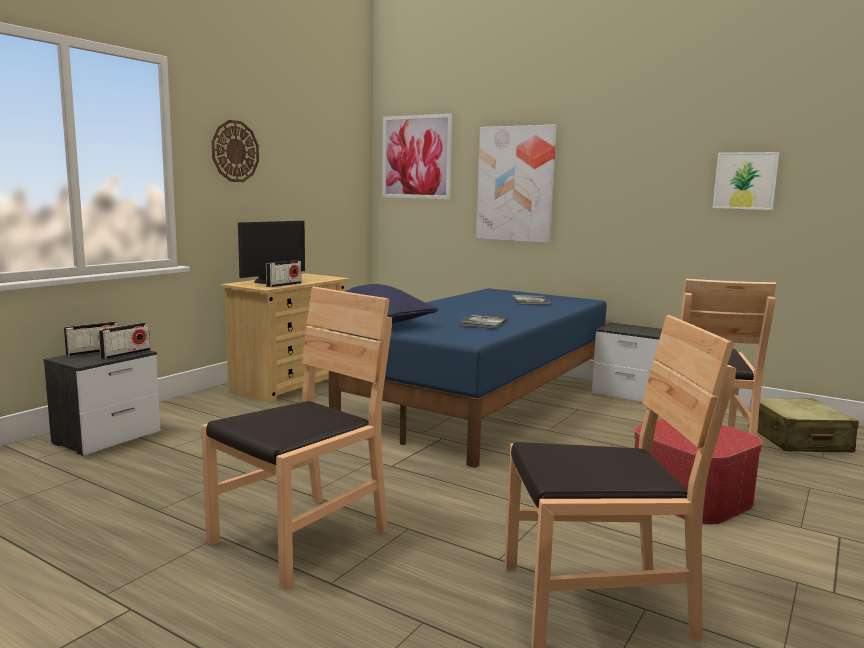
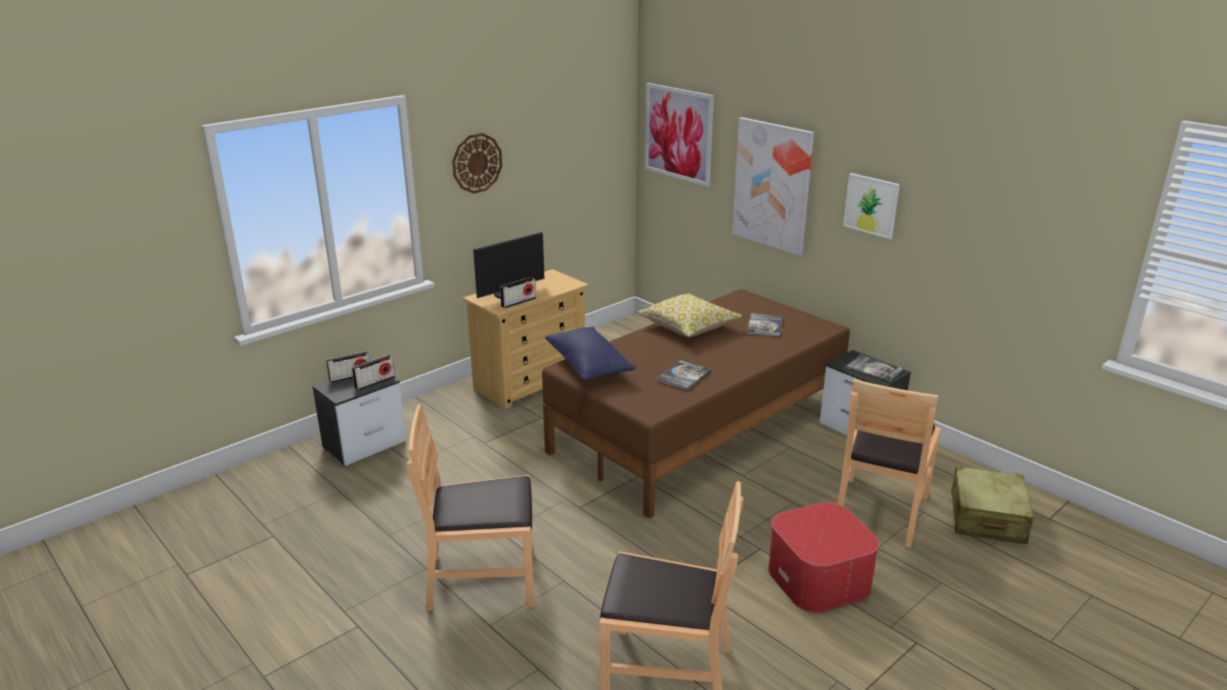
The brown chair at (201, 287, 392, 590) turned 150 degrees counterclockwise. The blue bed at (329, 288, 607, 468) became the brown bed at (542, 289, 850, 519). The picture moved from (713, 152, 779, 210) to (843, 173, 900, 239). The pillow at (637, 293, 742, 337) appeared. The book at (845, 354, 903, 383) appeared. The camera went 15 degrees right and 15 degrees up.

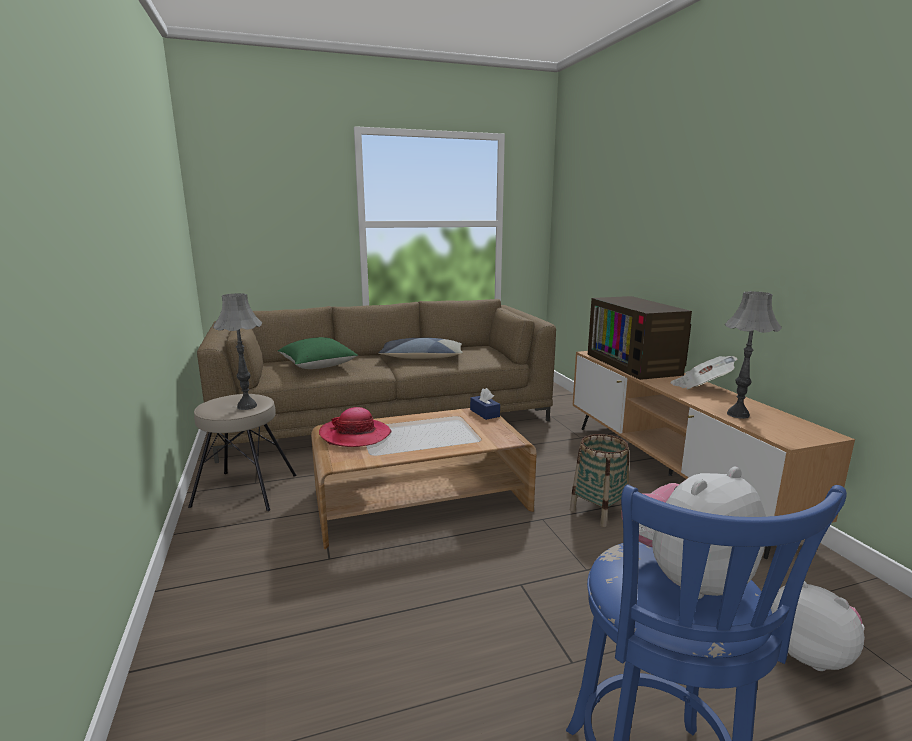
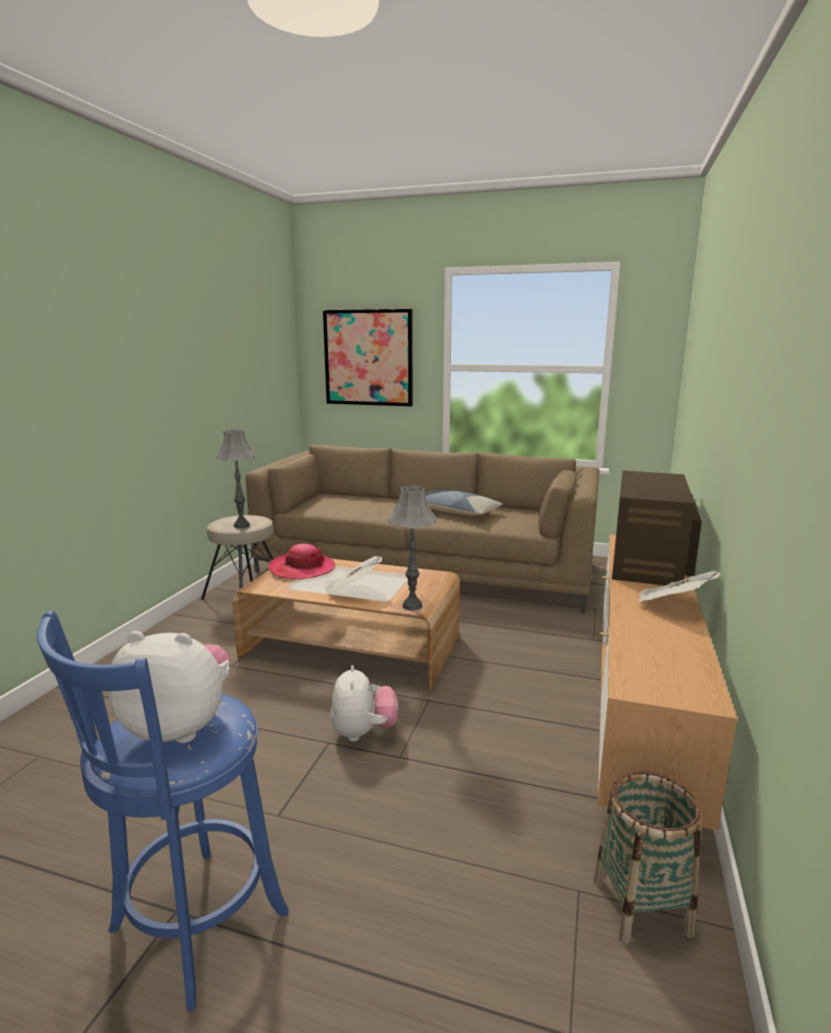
The green pillow at (278, 337, 358, 369) disappeared. The blue tissue box at (470, 388, 500, 420) disappeared. The basket moved from (570, 434, 629, 527) to (593, 771, 701, 944). The grey table lamp moved from (725, 291, 782, 419) to (388, 486, 437, 611). The plush toy moved from (771, 581, 865, 671) to (331, 665, 398, 742). The picture at (323, 309, 413, 406) appeared. The newspaper at (324, 556, 382, 594) appeared. The camera went 35 degrees right and 0 degrees up.

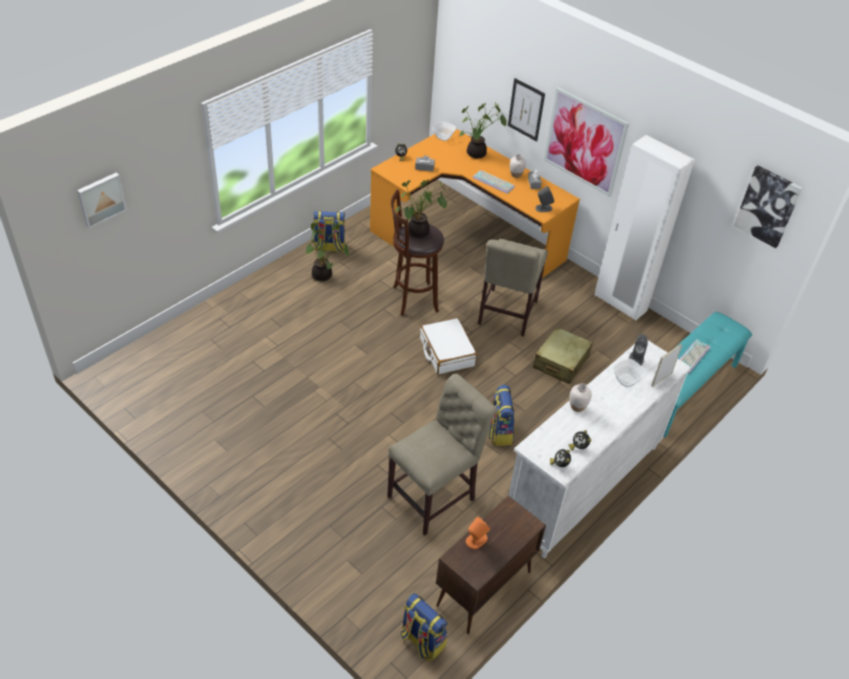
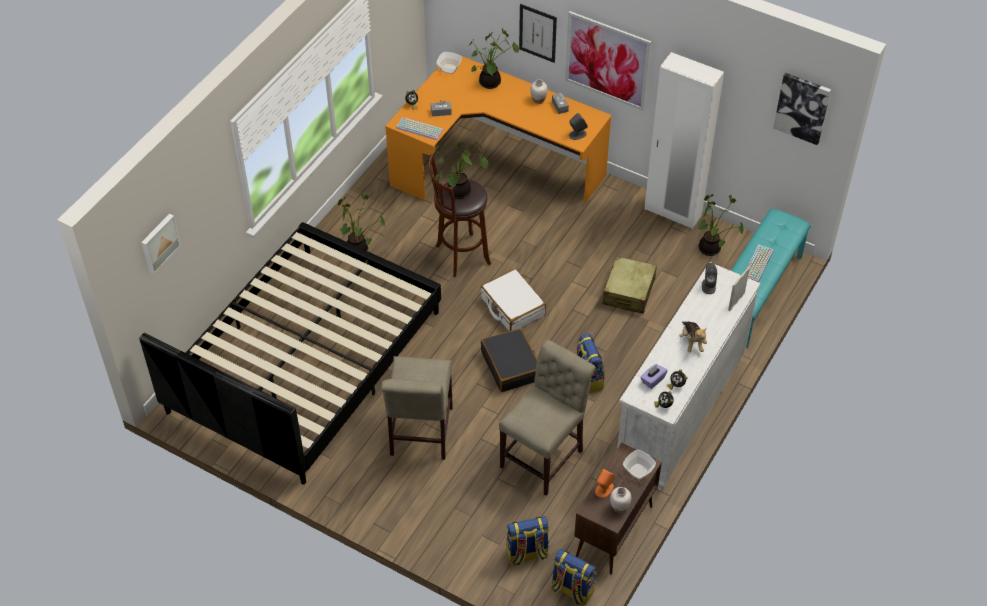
The backpack moved from (313, 211, 345, 252) to (506, 516, 549, 566). The keyboard moved from (473, 170, 515, 194) to (396, 117, 443, 140). The beige chair moved from (478, 238, 548, 337) to (381, 356, 453, 460). The white vase moved from (569, 383, 592, 412) to (610, 487, 631, 513). The bowl moved from (613, 359, 647, 387) to (623, 450, 656, 480). The black bed at (139, 222, 441, 485) appeared. The black suitcase at (481, 328, 538, 392) appeared. The purple tissue box at (640, 364, 667, 389) appeared. The plush toy at (679, 321, 707, 353) appeared. The potted plant at (697, 194, 743, 256) appeared. The camera went 10 degrees left and 5 degrees up.

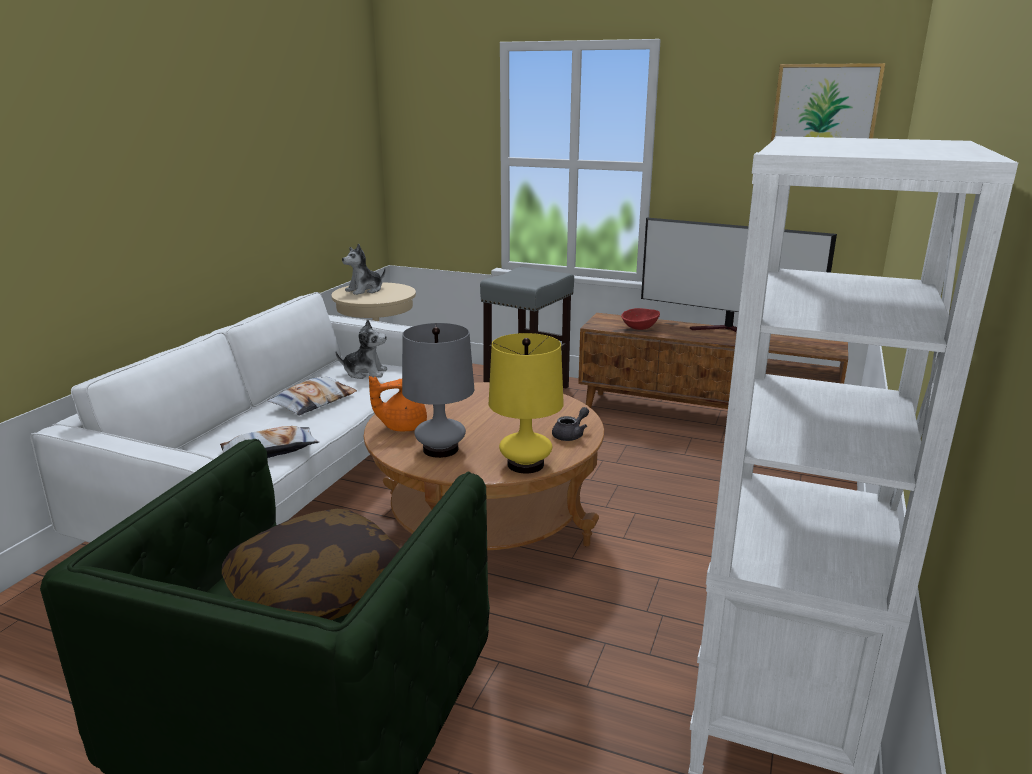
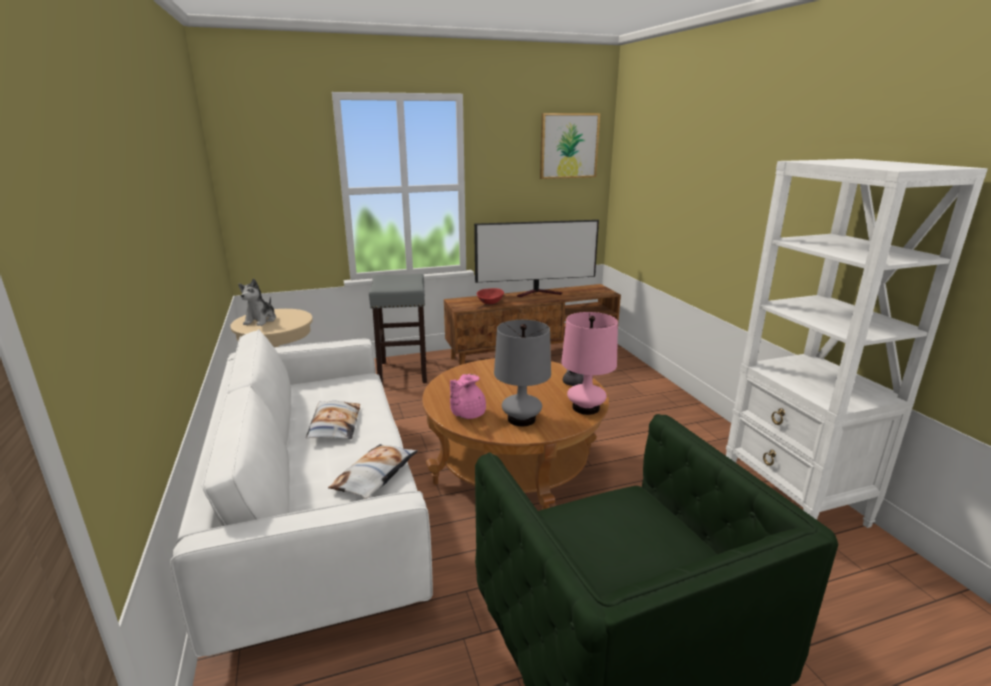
The pillow at (222, 509, 401, 620) disappeared. The plush toy at (336, 319, 387, 379) disappeared. The orange teapot at (369, 376, 427, 431) became the pink teapot at (450, 374, 486, 419). The yellow table lamp at (489, 333, 564, 473) became the pink table lamp at (561, 312, 618, 415). The camera went 40 degrees left and 0 degrees up.

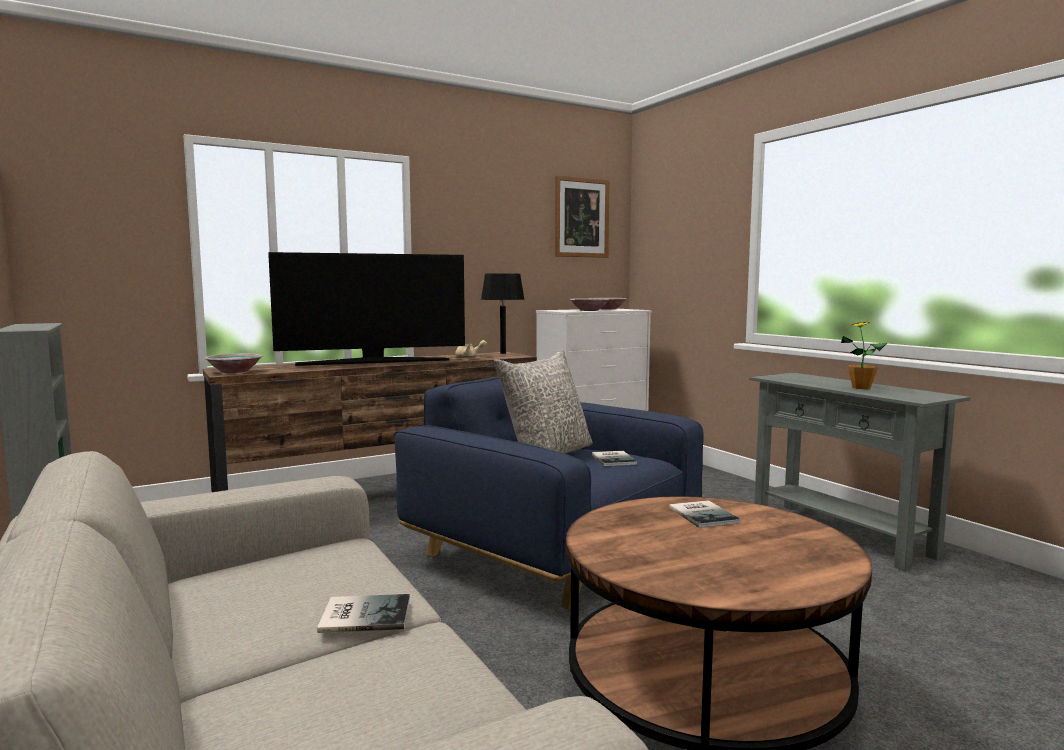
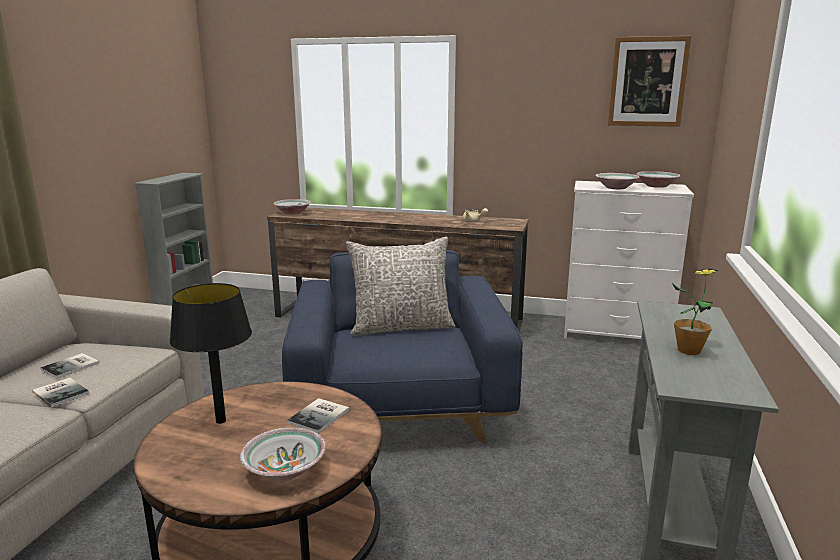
The television at (268, 252, 465, 366) disappeared. The black table lamp moved from (481, 273, 525, 354) to (170, 283, 252, 424). The book moved from (592, 451, 637, 466) to (40, 353, 99, 379). The bowl at (240, 427, 326, 481) appeared. The camera went 45 degrees right and 10 degrees up.

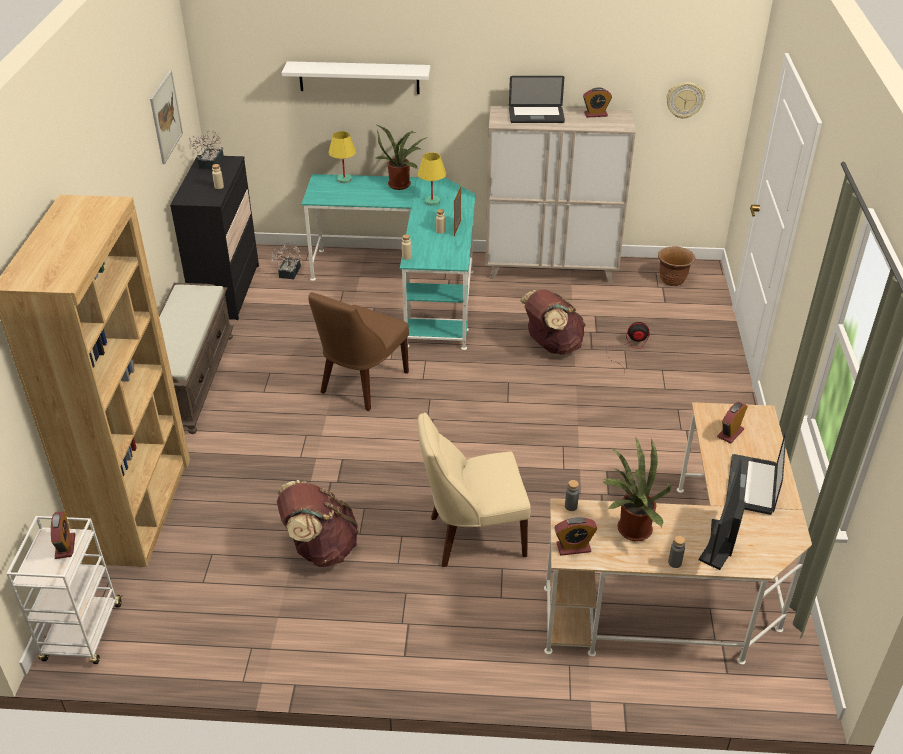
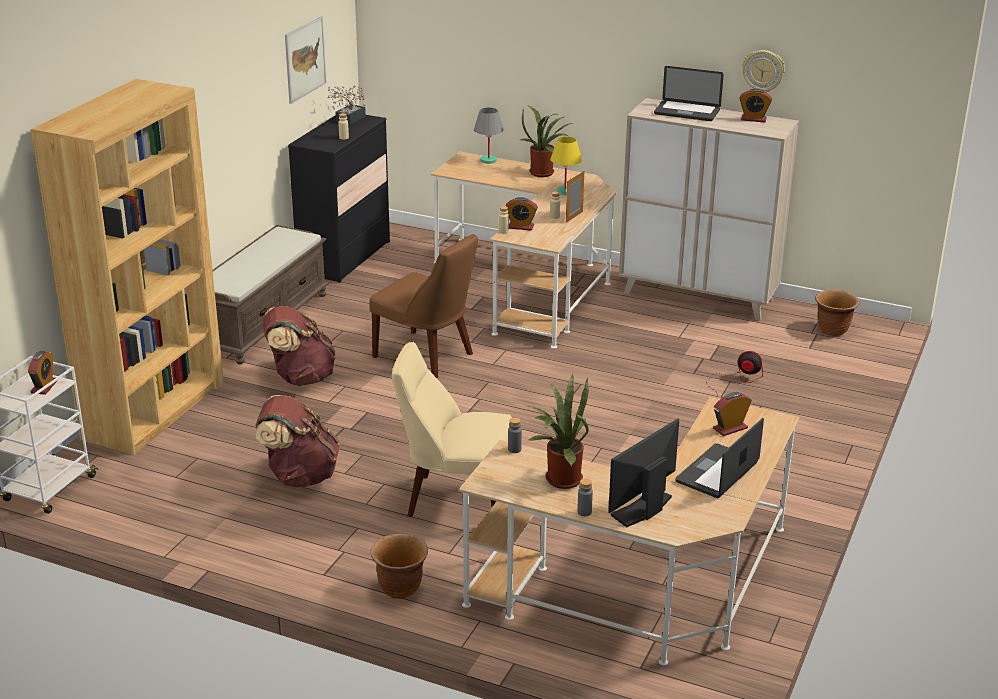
The potted plant at (271, 242, 301, 279) disappeared. The white shelf at (282, 61, 430, 94) disappeared. The turquoise desk at (302, 174, 475, 350) became the beige desk at (431, 152, 617, 349). The brown chair at (308, 292, 409, 411) turned 105 degrees counterclockwise. The yellow table lamp at (328, 131, 356, 183) became the grey table lamp at (474, 108, 504, 164). The brown backpack moved from (519, 289, 586, 355) to (262, 306, 336, 386). The alarm clock moved from (554, 517, 597, 556) to (505, 197, 538, 231). The wall clock moved from (666, 82, 705, 119) to (742, 50, 785, 92). The brown planter at (370, 534, 428, 599) appeared. The camera went 20 degrees right and 10 degrees down.

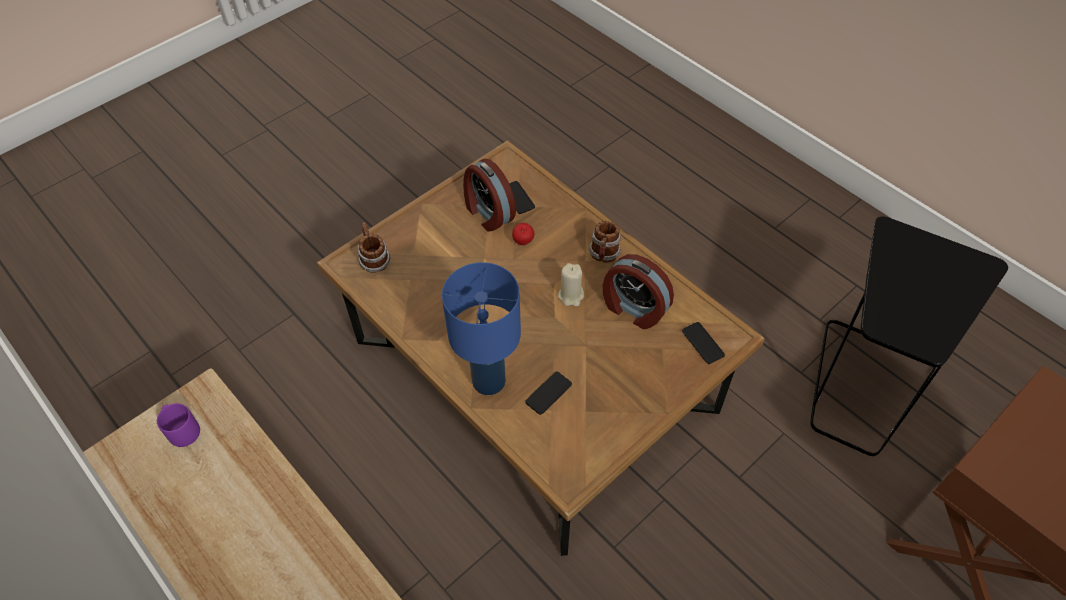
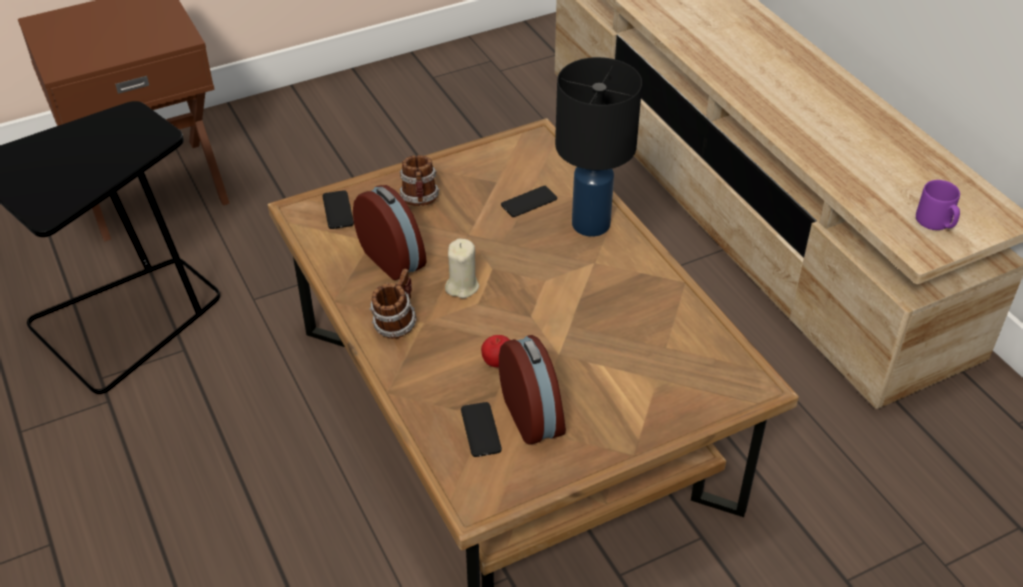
The mug moved from (358, 222, 391, 273) to (400, 155, 440, 206). The blue table lamp at (442, 262, 521, 395) became the black table lamp at (555, 57, 642, 237). The camera went 165 degrees left and 10 degrees down.

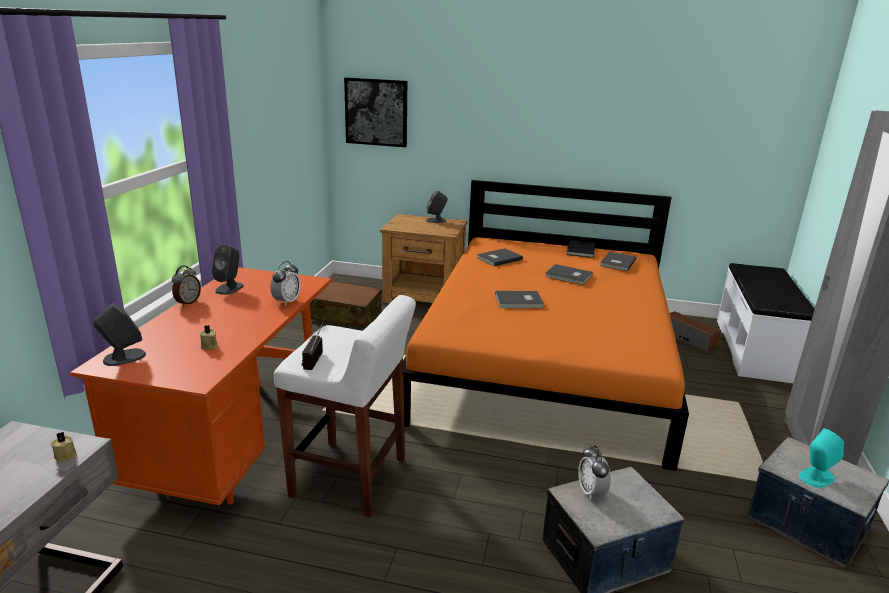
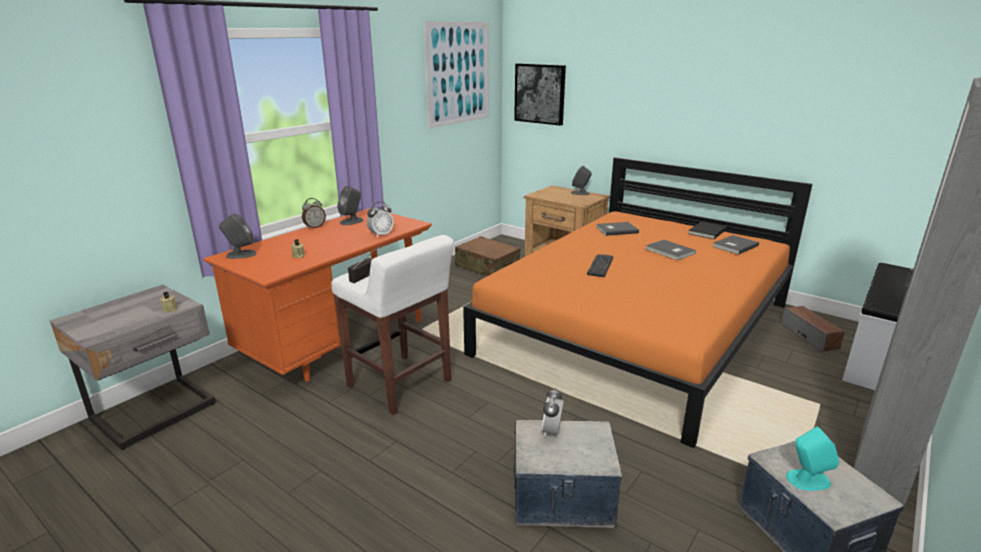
The grey book at (495, 291, 544, 308) was replaced by the keyboard at (587, 254, 613, 277). The picture at (424, 21, 489, 128) appeared. The camera went 25 degrees right and 0 degrees up.

